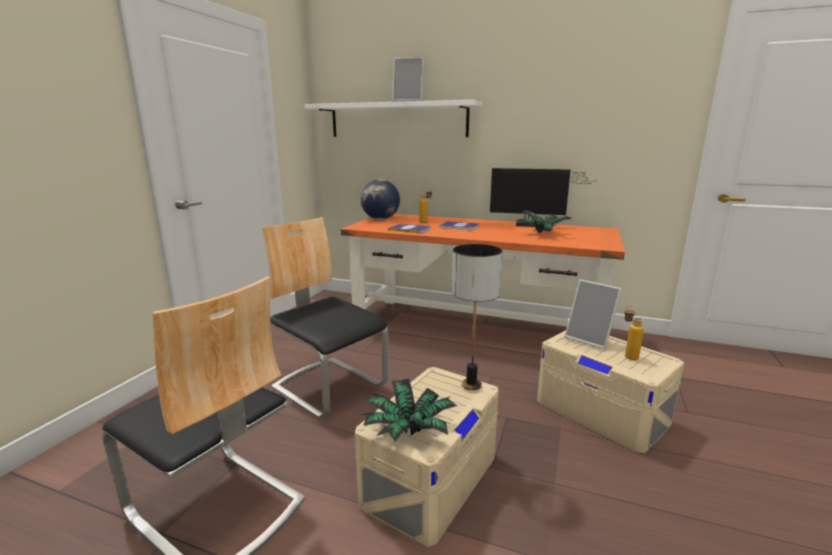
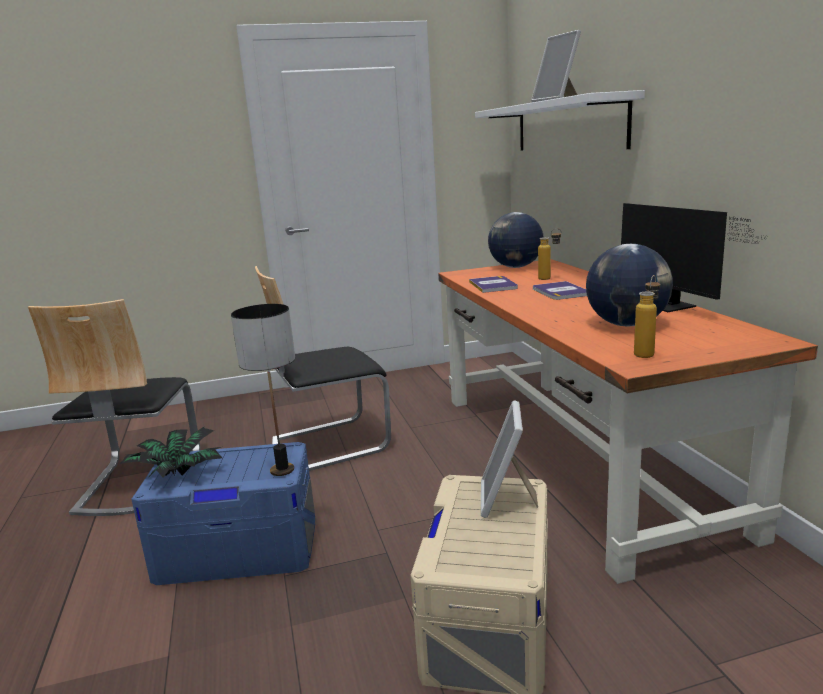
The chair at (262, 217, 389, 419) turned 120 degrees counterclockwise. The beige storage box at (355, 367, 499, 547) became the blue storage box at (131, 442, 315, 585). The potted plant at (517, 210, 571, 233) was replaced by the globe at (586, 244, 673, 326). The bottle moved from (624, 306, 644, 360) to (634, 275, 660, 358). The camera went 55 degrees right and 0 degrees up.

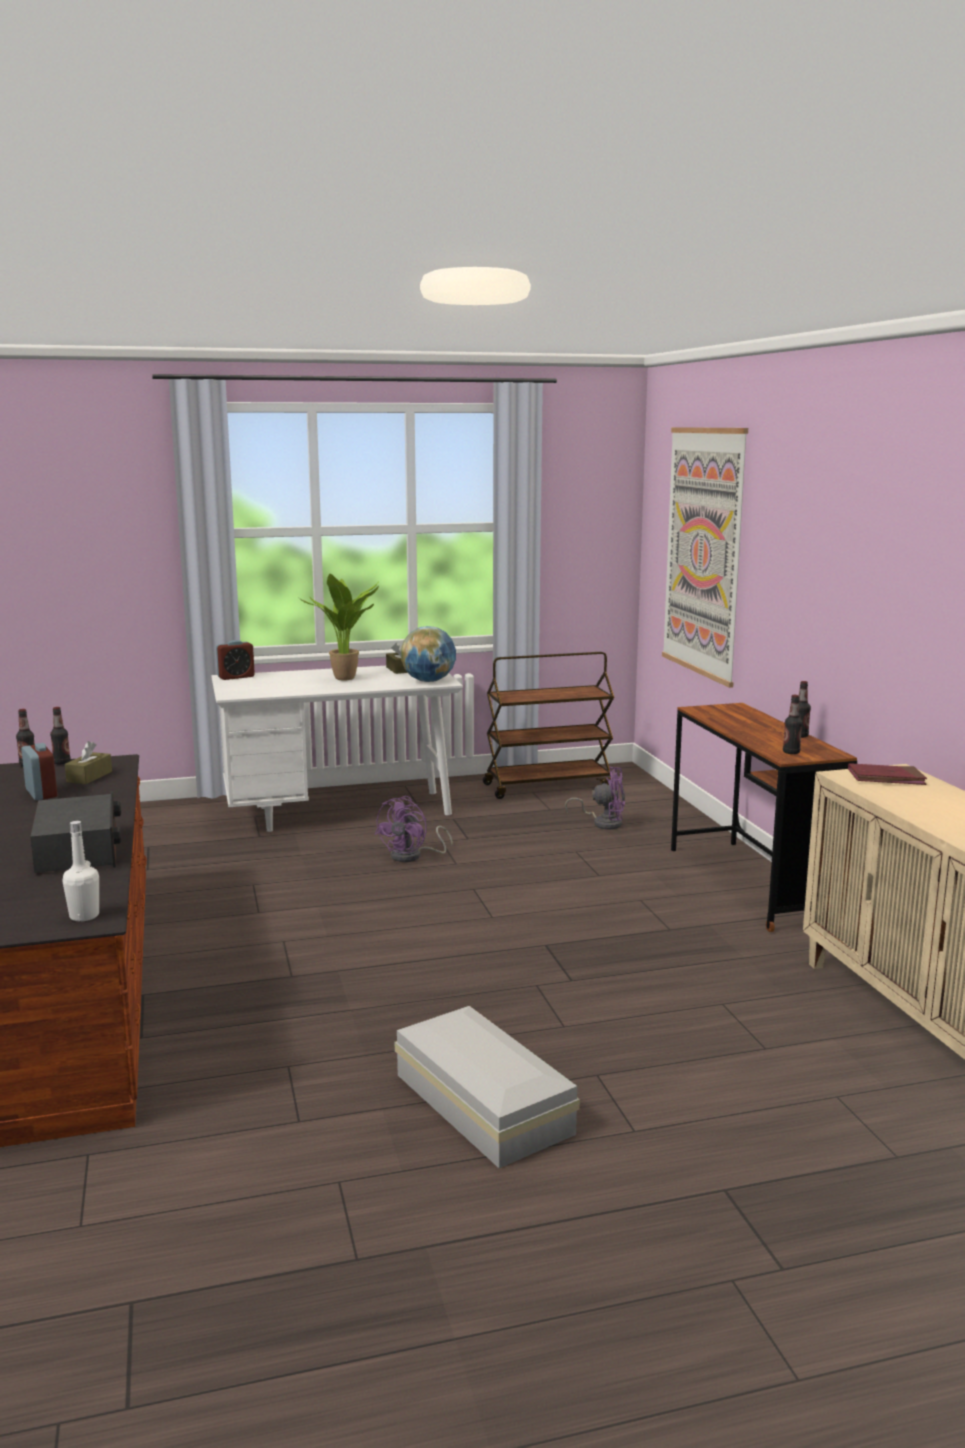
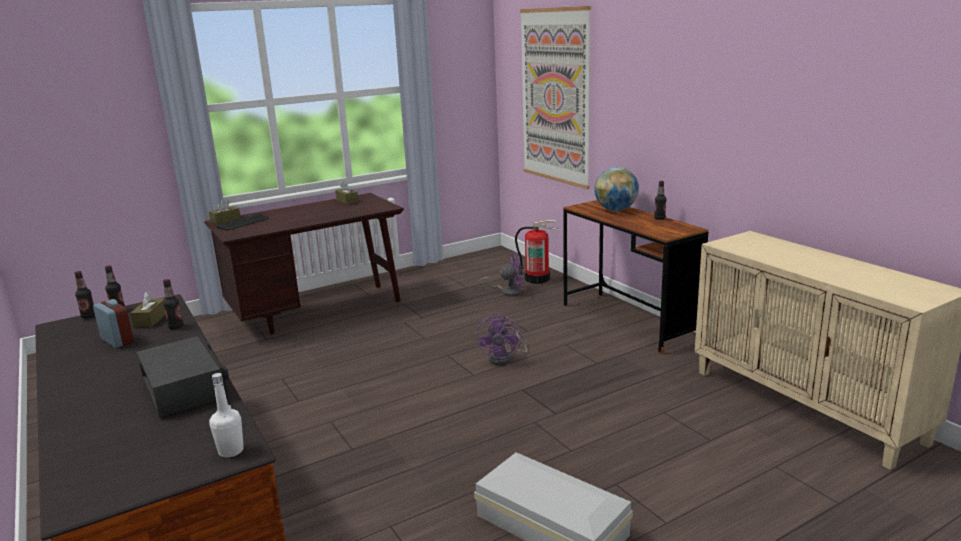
The white desk at (211, 666, 463, 832) became the brown desk at (204, 193, 404, 334). The alarm clock at (216, 640, 255, 680) was replaced by the brown tissue box at (209, 199, 241, 225). The potted plant at (297, 574, 379, 681) disappeared. The purple fan moved from (375, 796, 453, 862) to (476, 313, 527, 365). The globe moved from (401, 626, 456, 682) to (594, 167, 639, 211). The brown cart at (483, 652, 614, 799) disappeared. The bottle moved from (783, 695, 802, 754) to (163, 279, 183, 329). The red book at (848, 763, 927, 785) disappeared. The keyboard at (216, 213, 269, 231) appeared. The fire extinguisher at (515, 220, 559, 284) appeared. The camera went 15 degrees left and 5 degrees up.

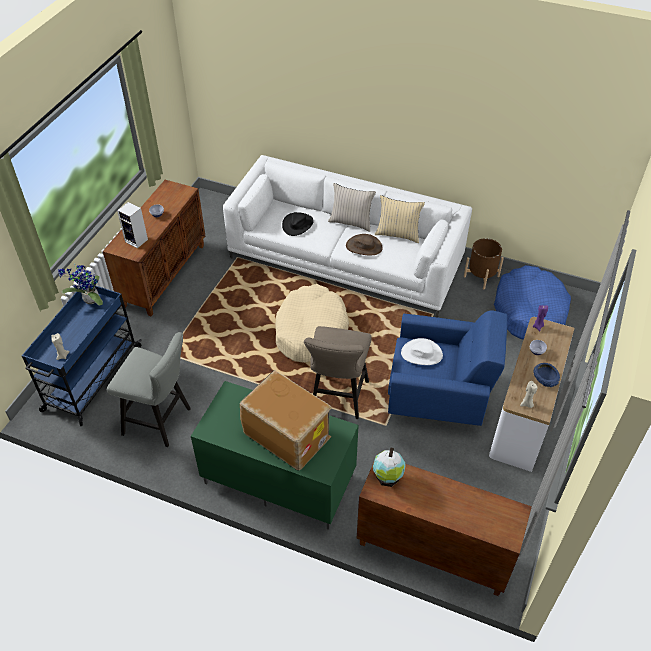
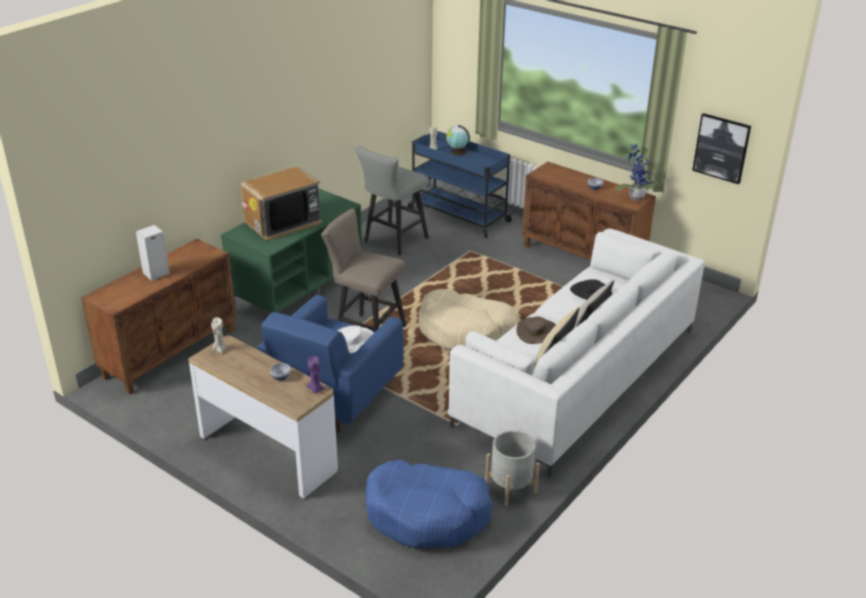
The potted plant moved from (58, 263, 103, 306) to (615, 144, 660, 201). The speaker moved from (117, 202, 148, 248) to (136, 225, 170, 281). The globe moved from (373, 447, 406, 487) to (446, 125, 470, 156). The brown planter at (464, 238, 504, 289) became the grey planter at (485, 430, 540, 506). The blue bowl at (533, 363, 560, 387) disappeared. The picture at (692, 113, 751, 184) appeared. The camera went 105 degrees right and 15 degrees down.

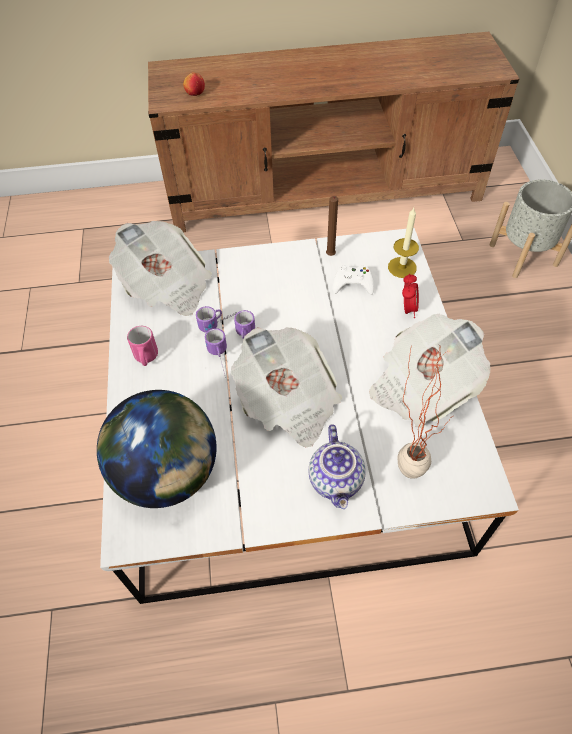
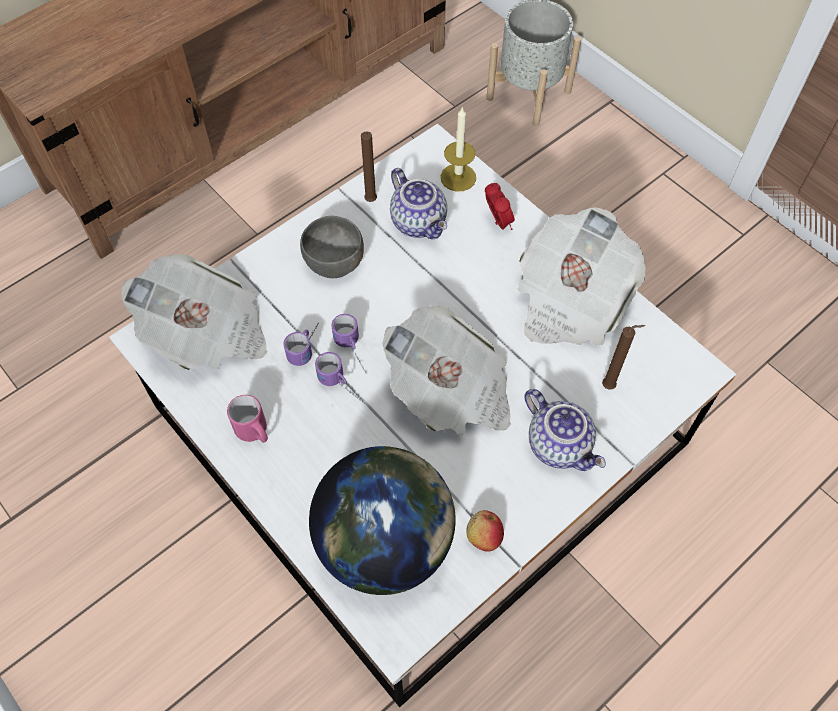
The apple moved from (183, 72, 205, 96) to (466, 510, 504, 552). The white game controller at (333, 265, 374, 295) was replaced by the teapot at (390, 168, 447, 239). The potted plant at (397, 345, 453, 479) was replaced by the brown candle at (602, 325, 645, 390). The grey bowl at (300, 216, 364, 278) appeared. The camera went 35 degrees left and 5 degrees up.

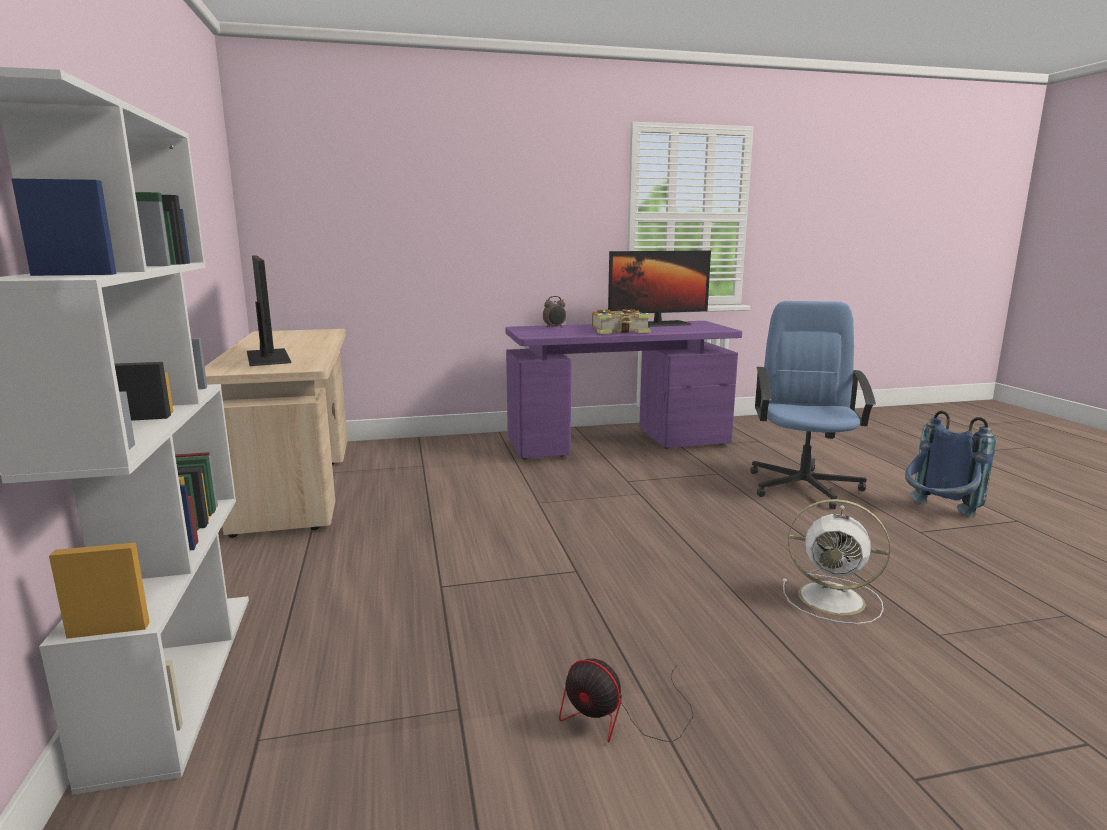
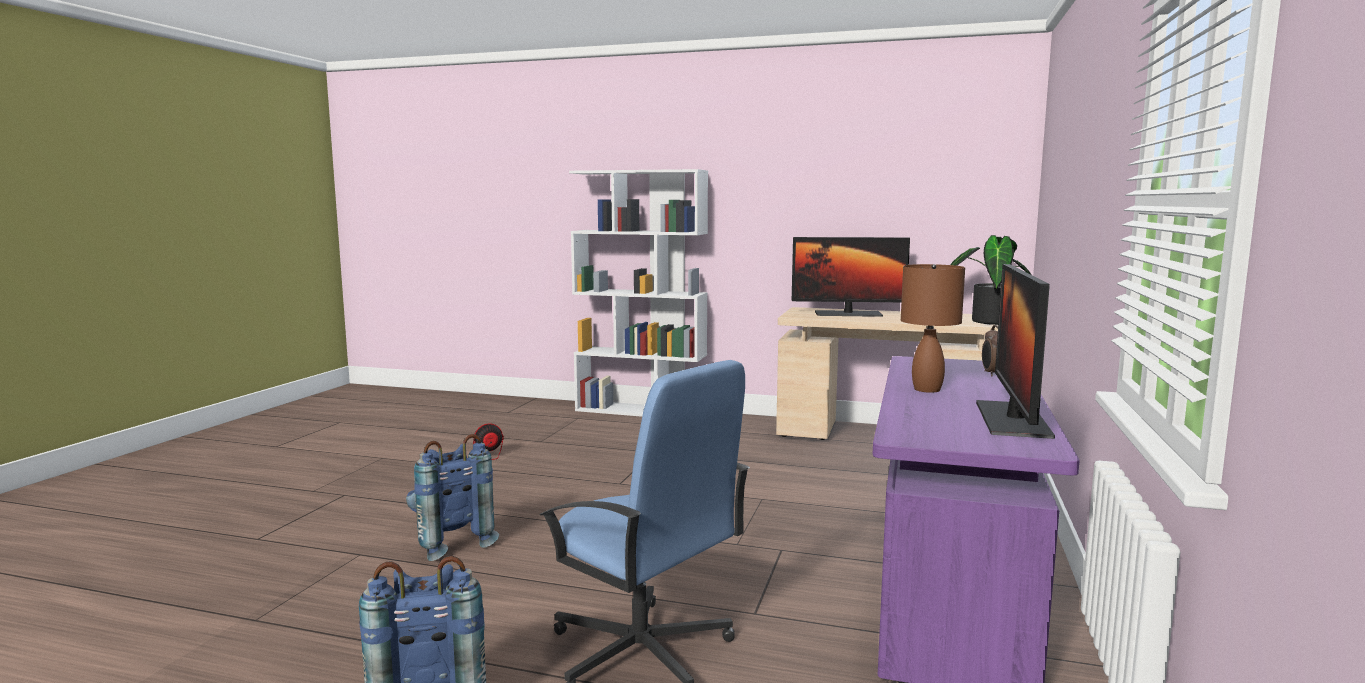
The book at (592, 309, 651, 334) was replaced by the brown table lamp at (901, 264, 965, 393). The white fan at (783, 499, 890, 624) was replaced by the blue backpack at (406, 434, 499, 561). The potted plant at (950, 235, 1032, 325) appeared. The camera went 120 degrees right and 5 degrees down.

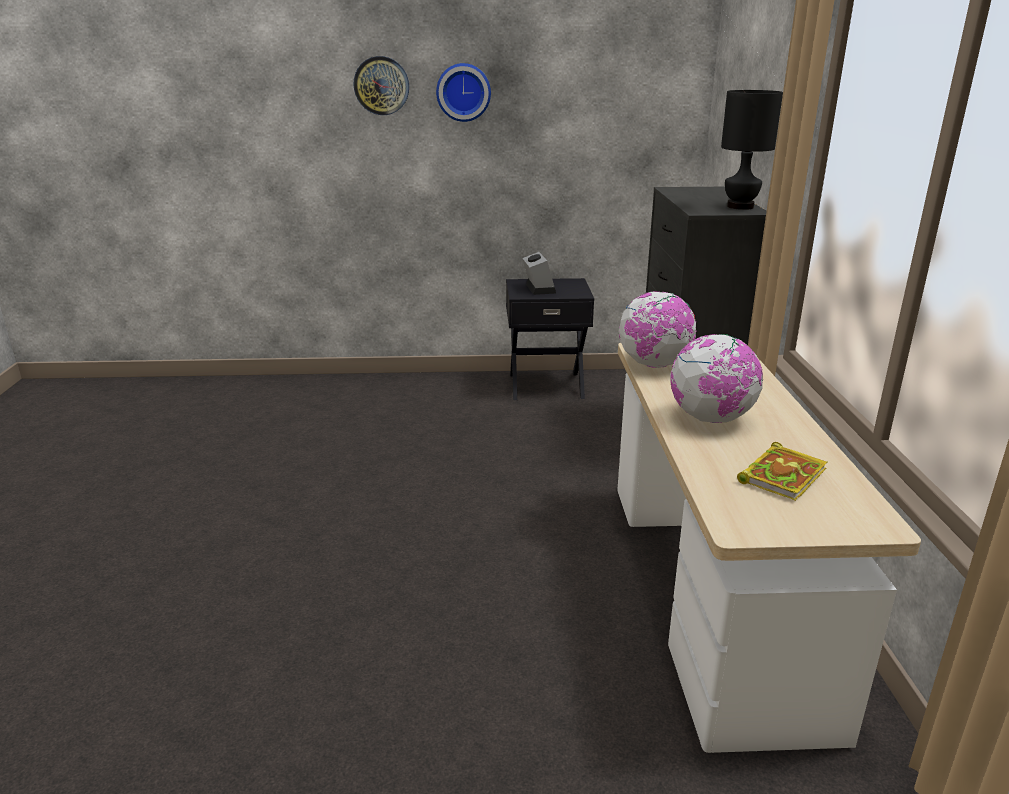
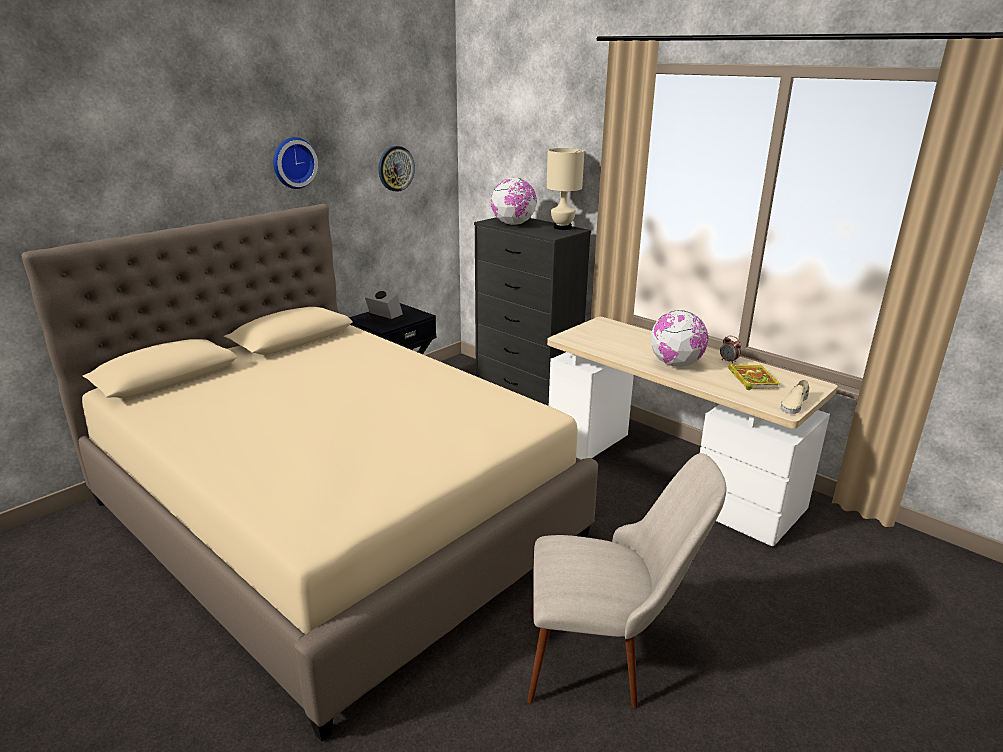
The wall clock moved from (354, 56, 409, 115) to (378, 146, 415, 192). The globe moved from (619, 291, 696, 368) to (491, 178, 537, 225). The black table lamp at (721, 90, 783, 210) became the beige table lamp at (547, 148, 584, 230). The beige bed at (22, 204, 598, 742) appeared. The beige chair at (528, 453, 726, 708) appeared. The alarm clock at (720, 336, 741, 363) appeared. The beige shoe at (781, 380, 809, 414) appeared. The camera went 45 degrees left and 0 degrees up.

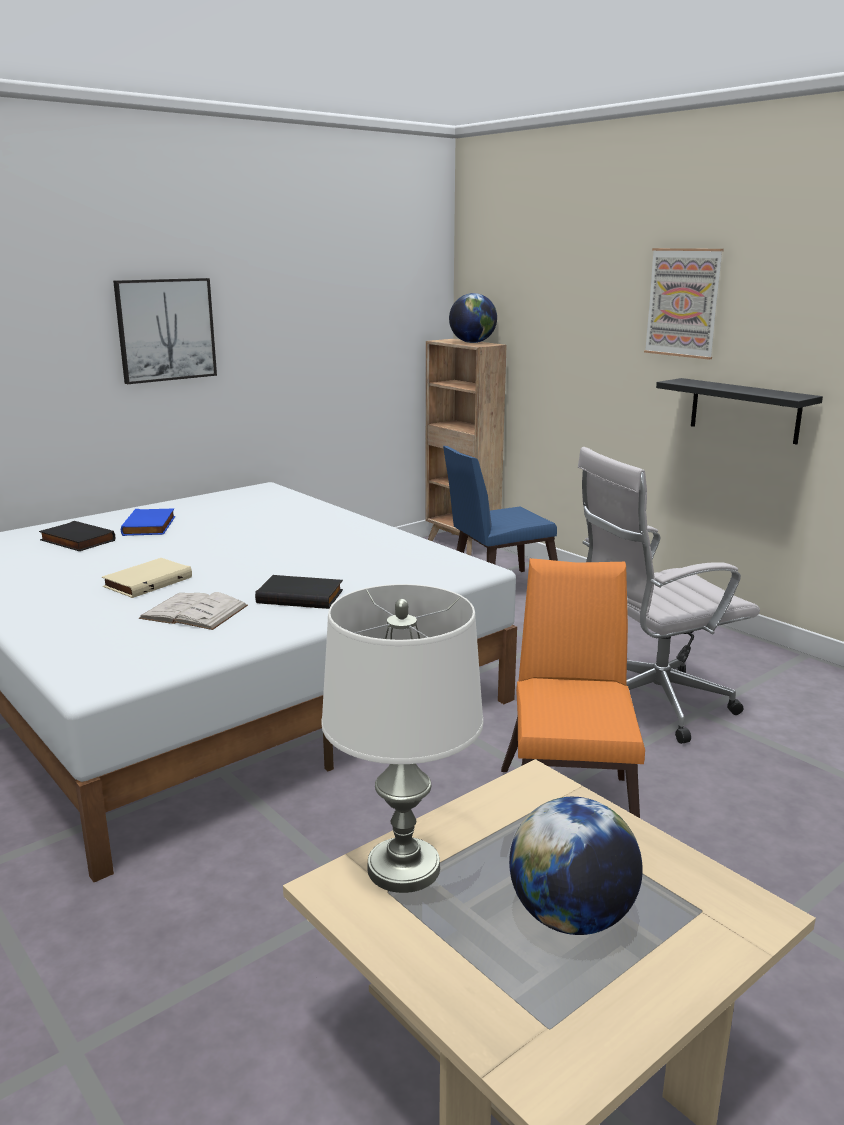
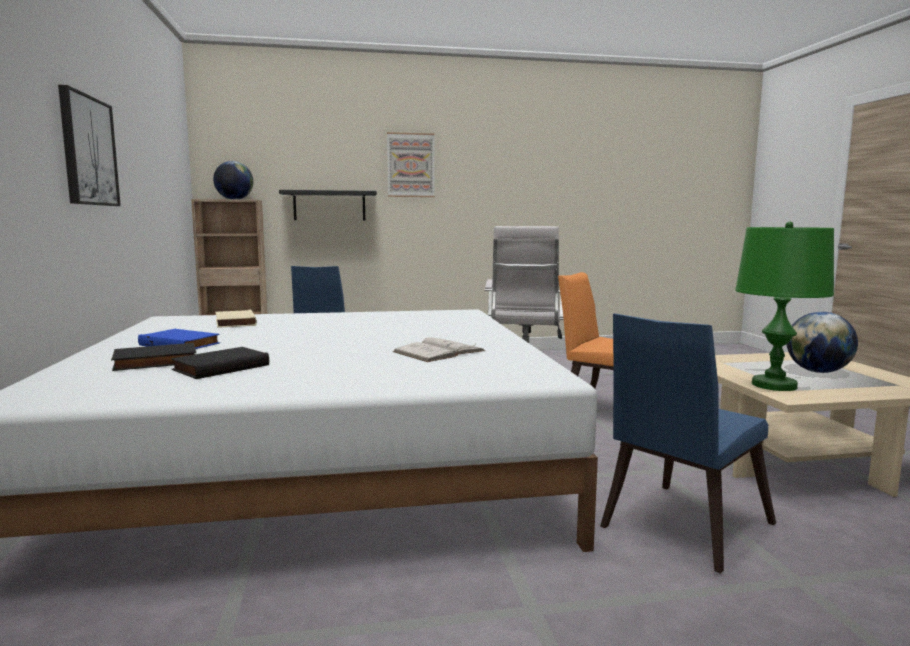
The beige book moved from (102, 558, 192, 598) to (216, 310, 257, 328). The black book moved from (255, 575, 343, 609) to (171, 347, 269, 379). The white table lamp at (321, 584, 484, 893) became the green table lamp at (735, 221, 834, 391). The black shelf moved from (656, 378, 823, 444) to (279, 190, 377, 221). The blue chair at (600, 313, 776, 573) appeared. The camera went 60 degrees left and 10 degrees down.

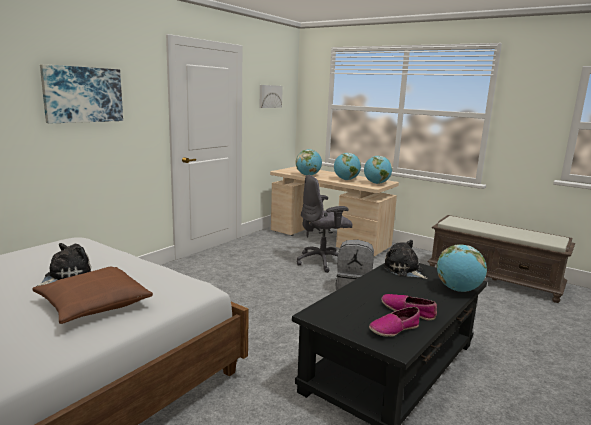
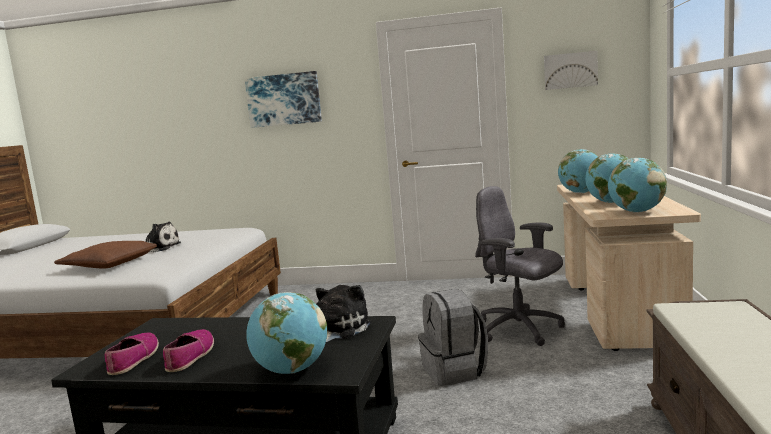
The shoe at (369, 307, 420, 337) turned 60 degrees clockwise. The camera went 65 degrees right and 5 degrees down.

